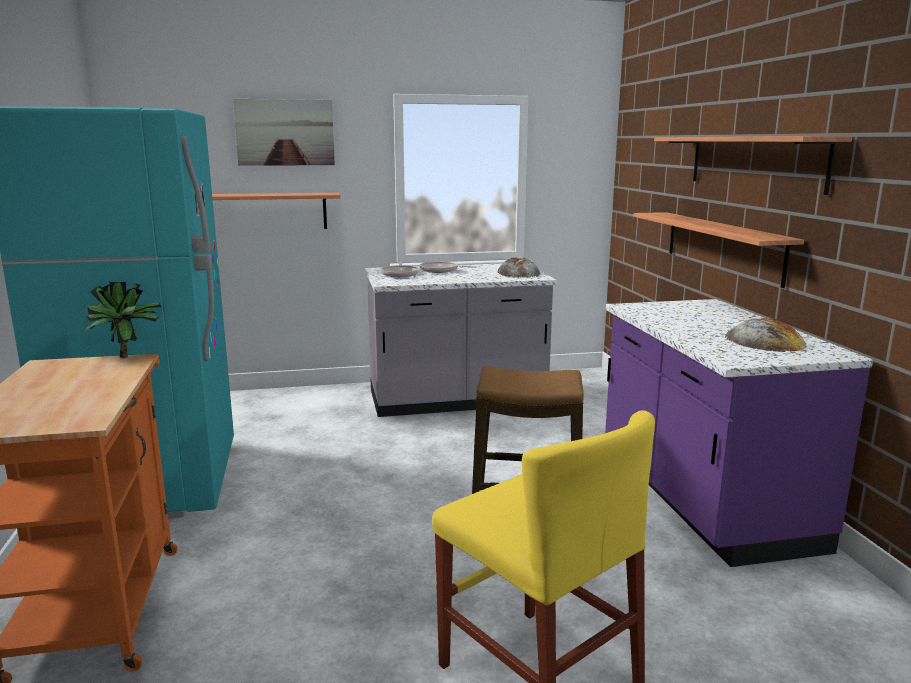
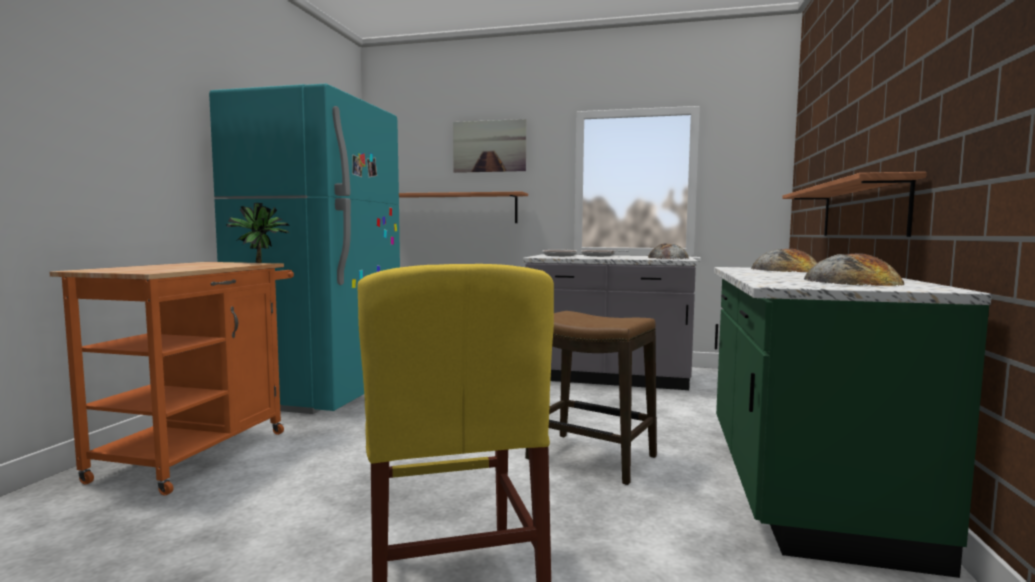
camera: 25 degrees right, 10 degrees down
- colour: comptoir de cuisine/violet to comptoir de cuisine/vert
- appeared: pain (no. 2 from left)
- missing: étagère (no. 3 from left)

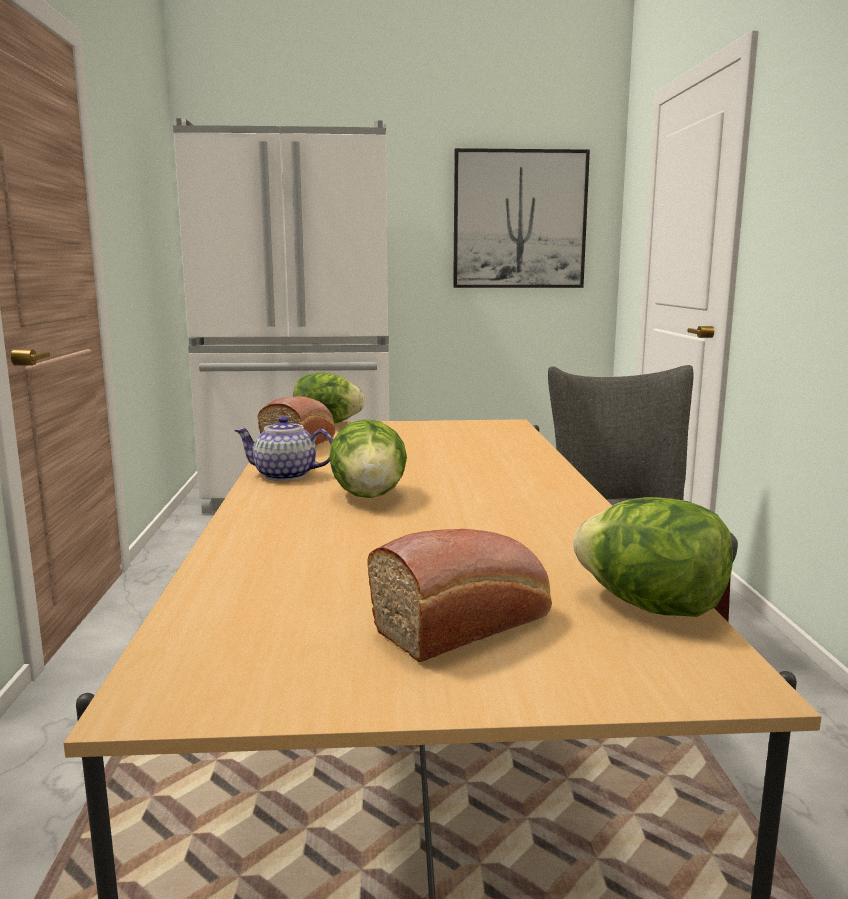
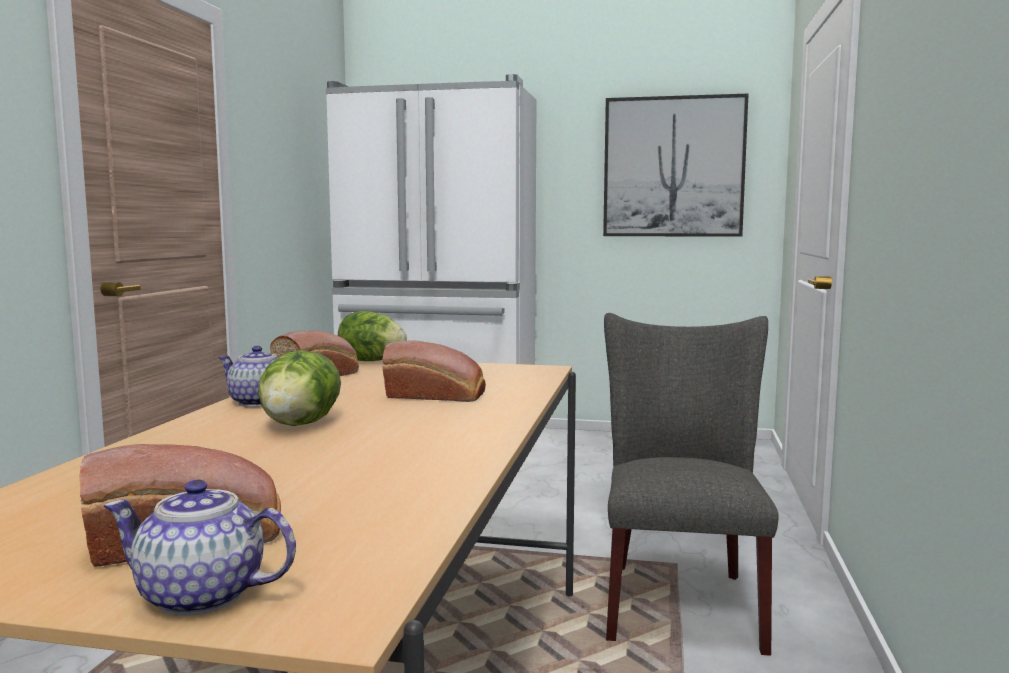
camera: 15 degrees right, 5 degrees down
- appeared: théière (no. 1 from left)
- appeared: pain (no. 3 from left)
- missing: laitue (no. 3 from left)

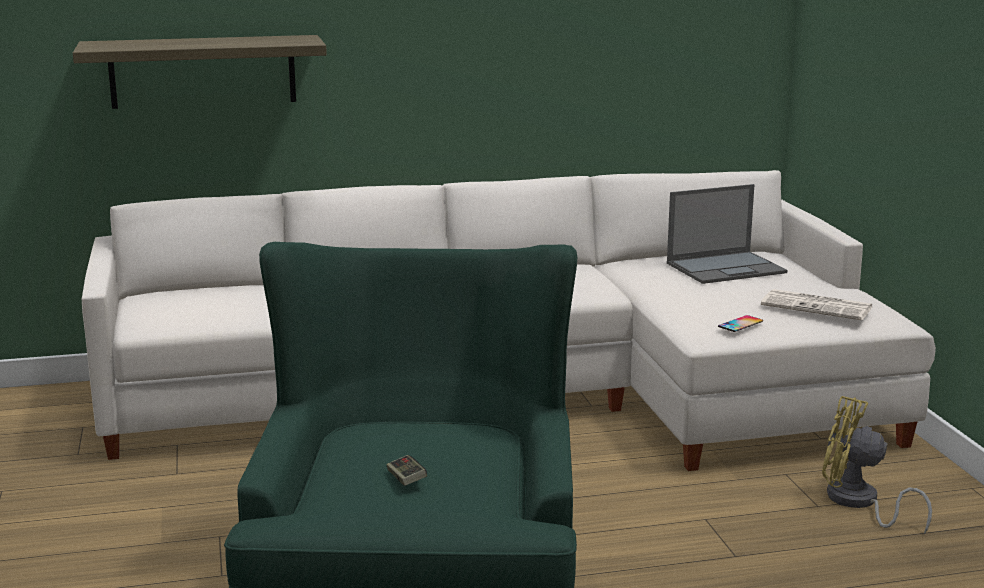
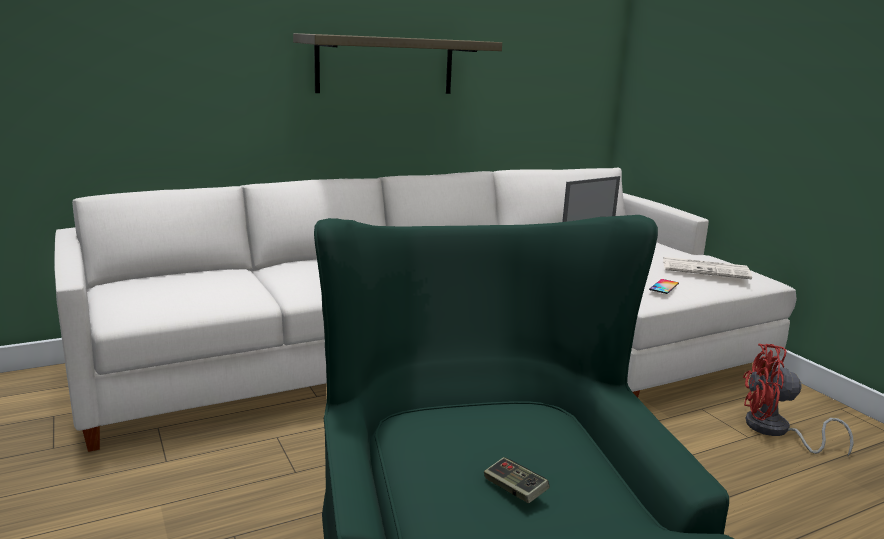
camera: 15 degrees left, 0 degrees up
- relocated: étagère
- colour: ventilateur/jaune to ventilateur/rouge

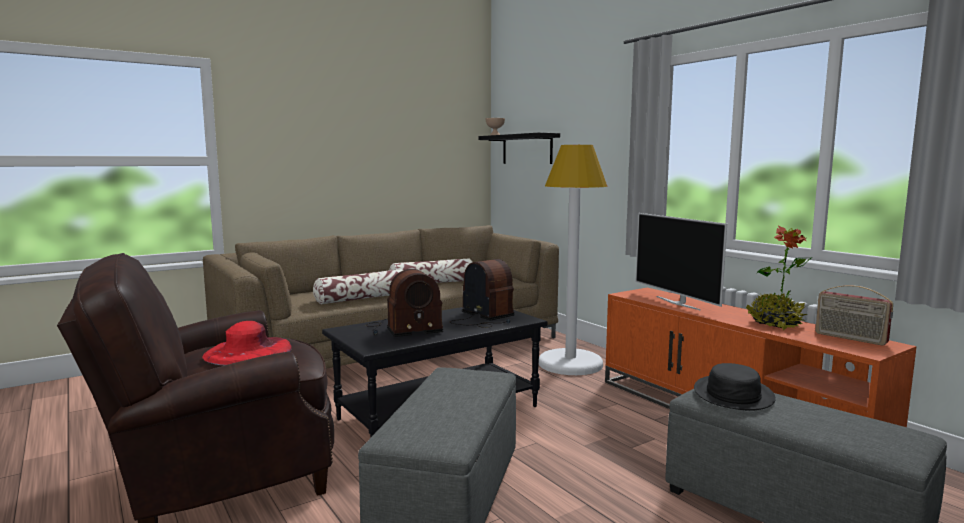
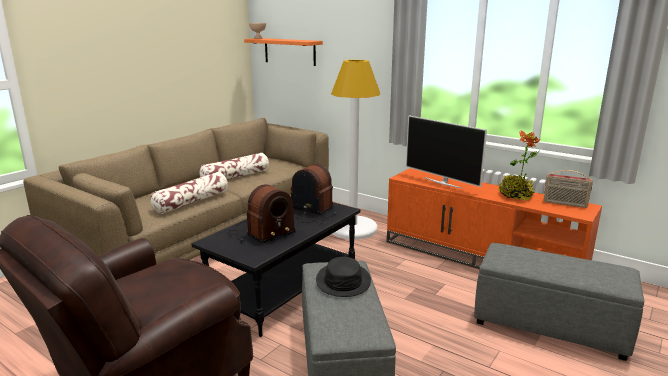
camera: 20 degrees left, 10 degrees up
- colour: étagère/noir to étagère/orange
- relocated: chapeau/noir
- missing: chapeau/rouge

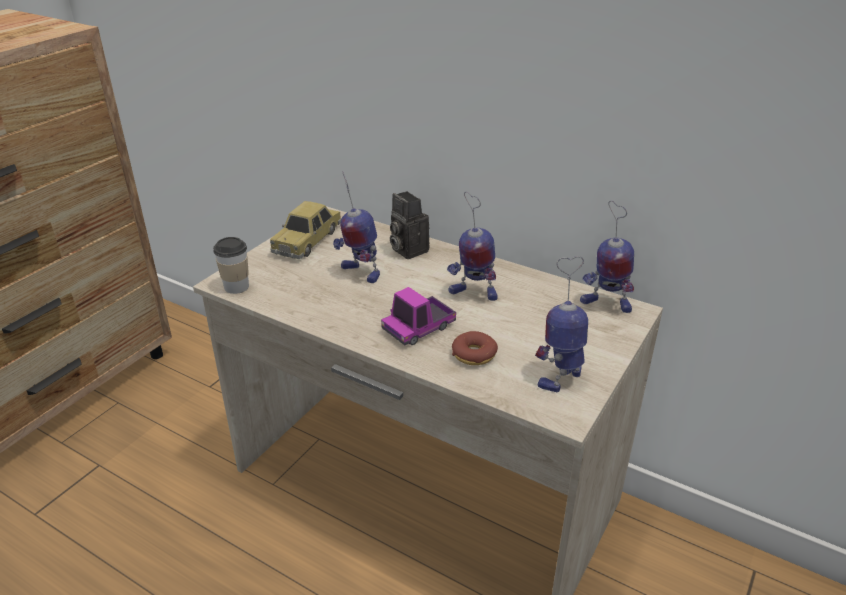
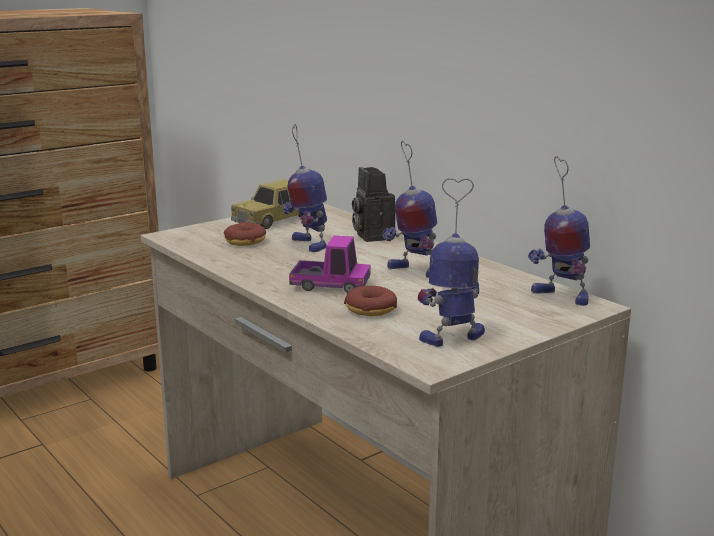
camera: 20 degrees right, 15 degrees down
- appeared: beignet (no. 1 from left)
- spun: camion jouet 150 degrees counterclockwise
- missing: tasse

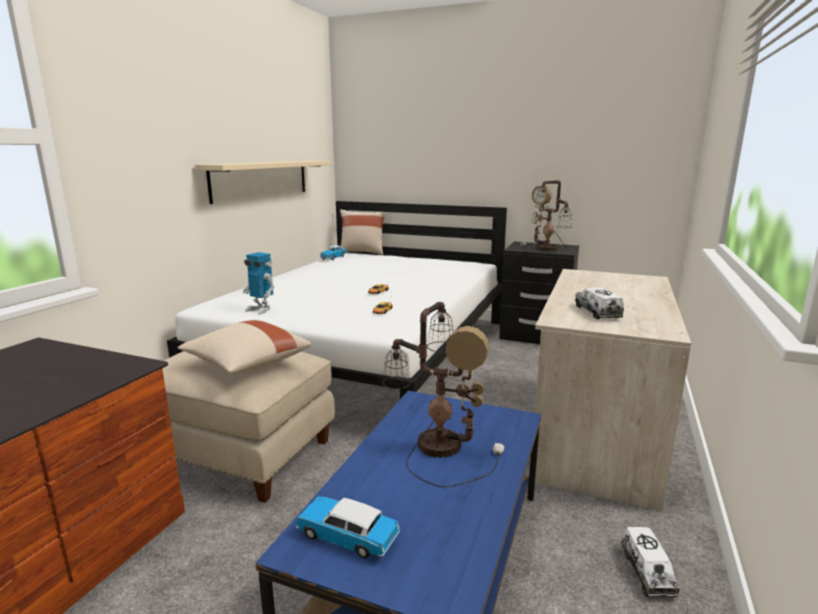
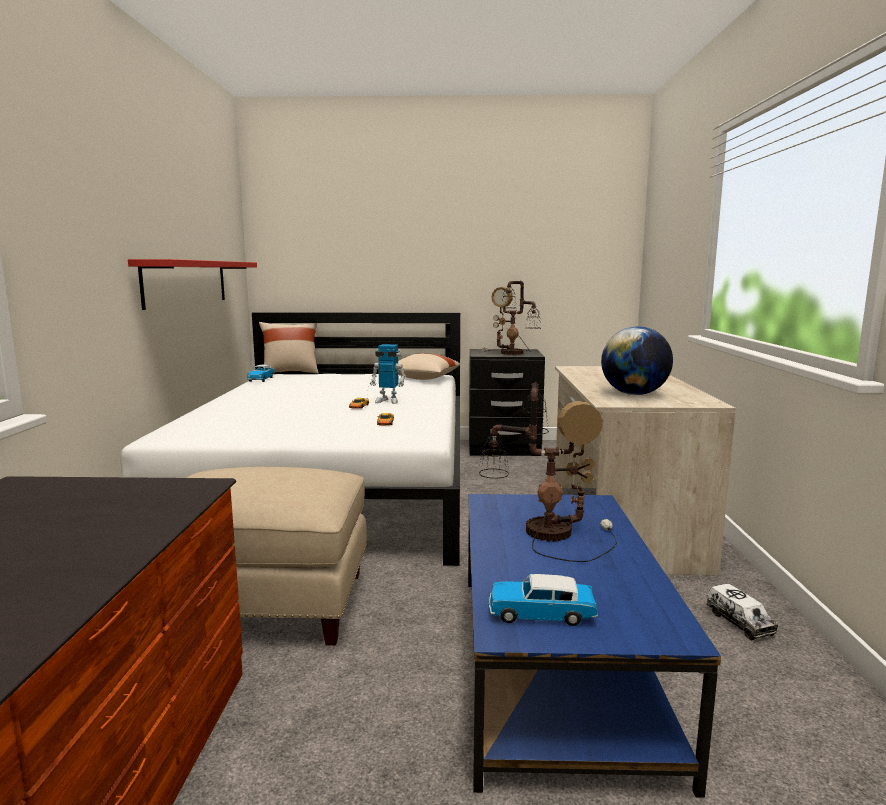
camera: 20 degrees left, 5 degrees down
- colour: étagère/beige to étagère/rouge
- relocated: robot jouet
- relocated: coussin/beige (no. 1 from left in the first image) to coussin/beige (no. 2 from left)
- exchanged: camion jouet (no. 1 from left) to globe

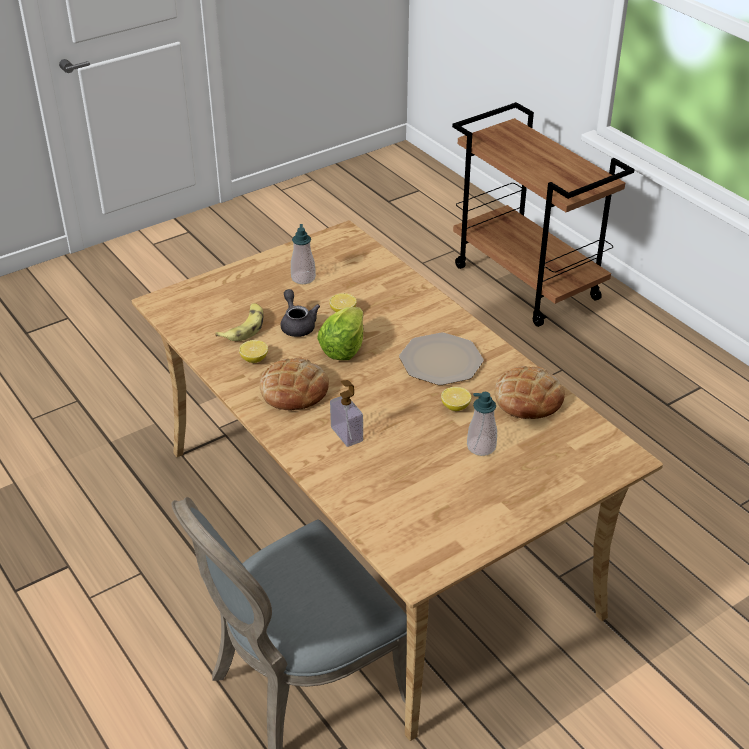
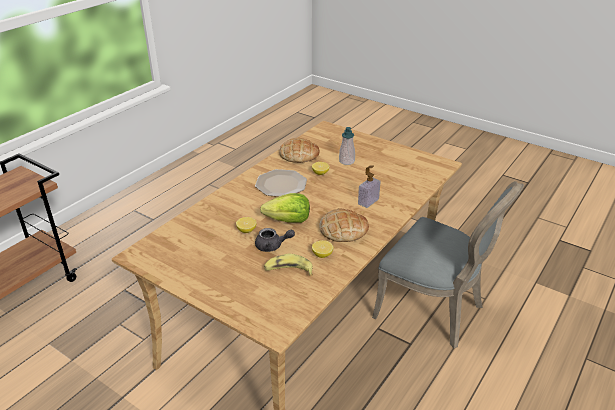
camera: 110 degrees left, 5 degrees down
- spun: théière/gris 135 degrees counterclockwise
- missing: distributeur de savon (no. 1 from left)

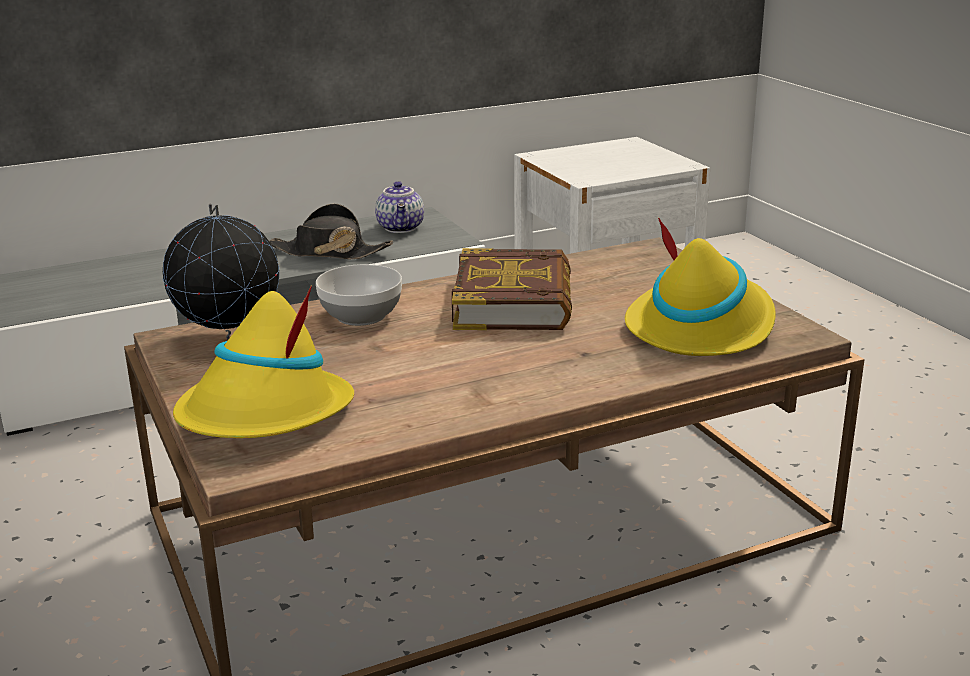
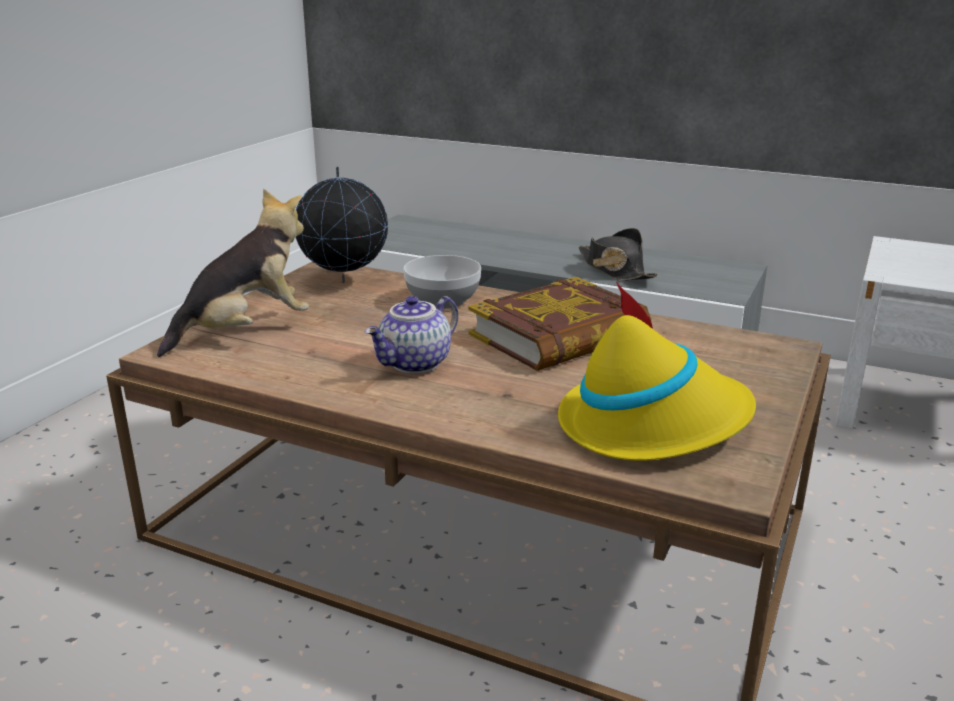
camera: 50 degrees right, 0 degrees up
- exchanged: chapeau/jaune (no. 1 from left) to peluche
- relocated: théière

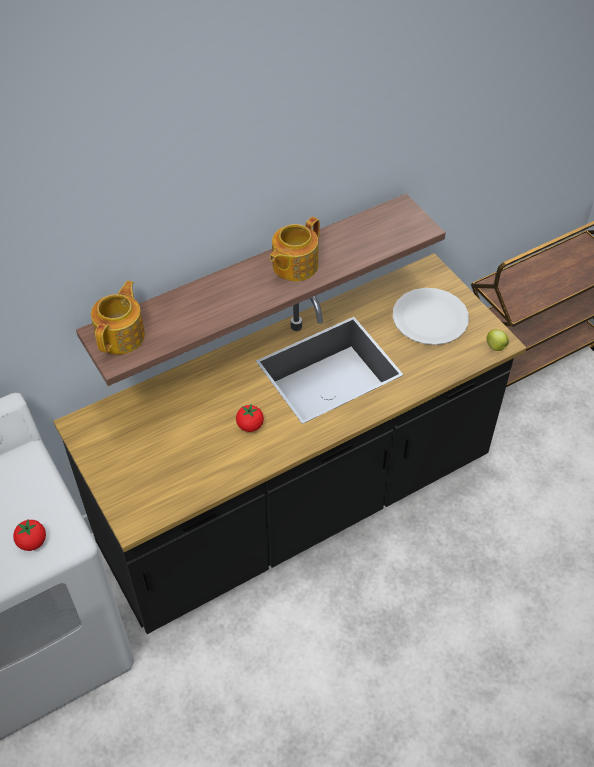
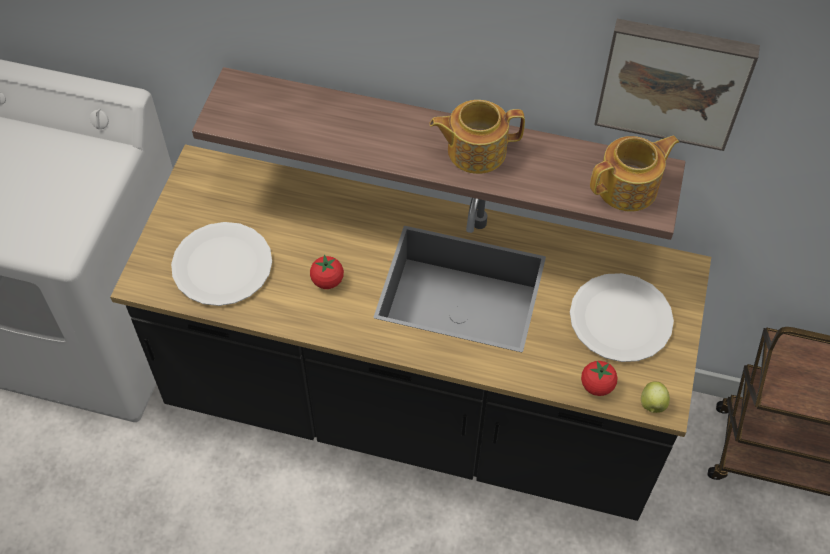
camera: 45 degrees right, 5 degrees up
- appeared: assiette/blanc (no. 1 from left)
- relocated: tomate (no. 1 from left in the first image) to tomate (no. 2 from left)
- relocated: théière (no. 1 from left in the first image) to théière (no. 2 from left)
- appeared: tableau

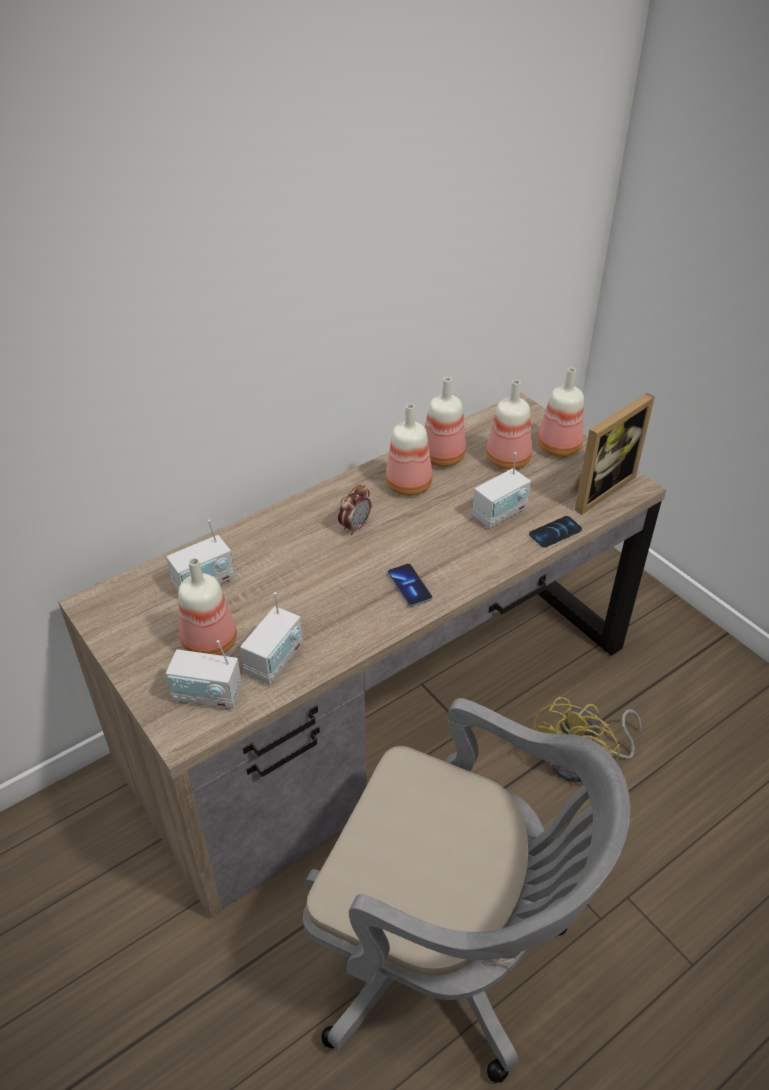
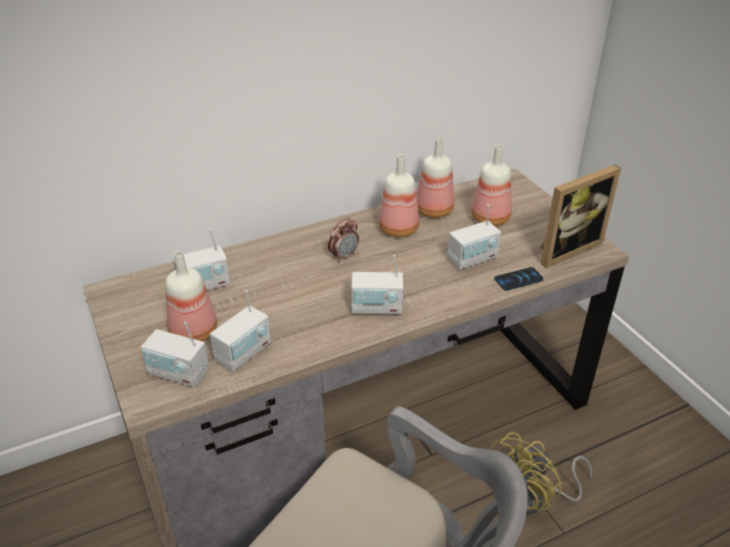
camera: 10 degrees right, 5 degrees down
- exchanged: téléphone (no. 1 from left) to radio (no. 4 from left)
- missing: bouteille (no. 5 from left)

